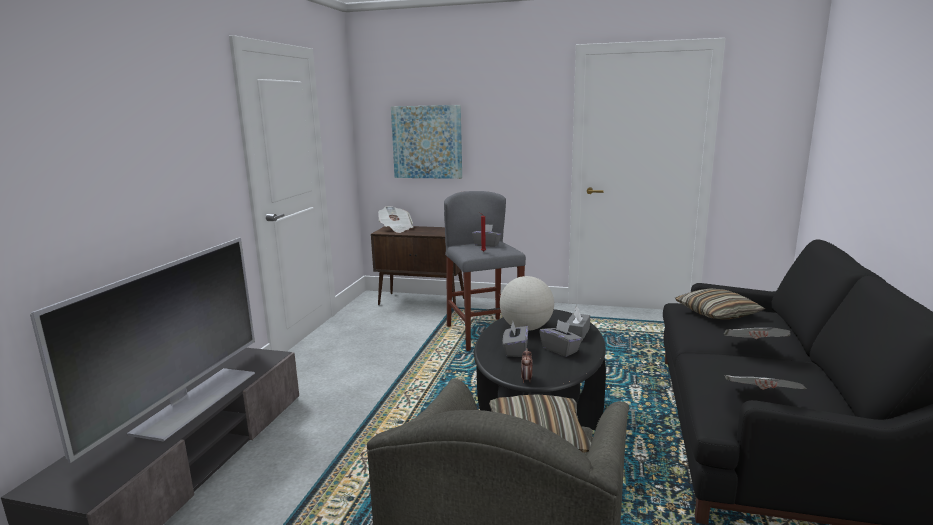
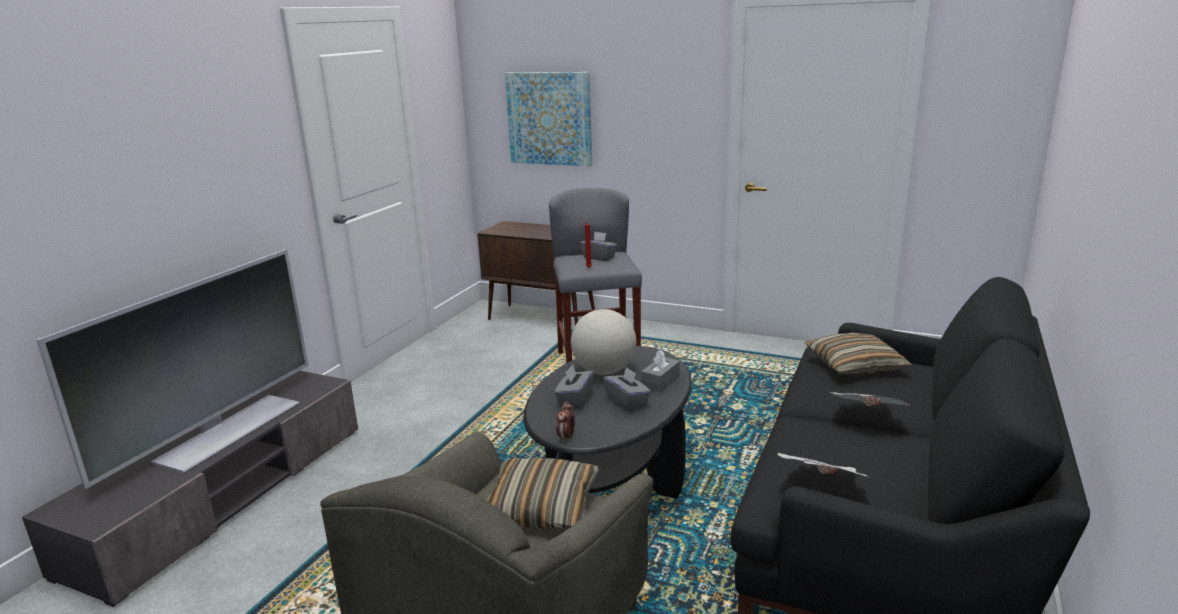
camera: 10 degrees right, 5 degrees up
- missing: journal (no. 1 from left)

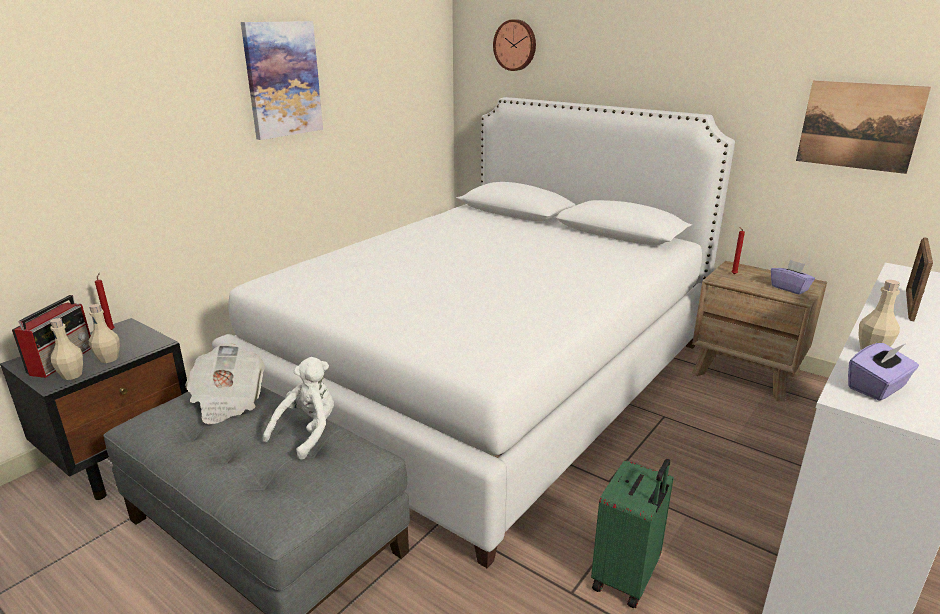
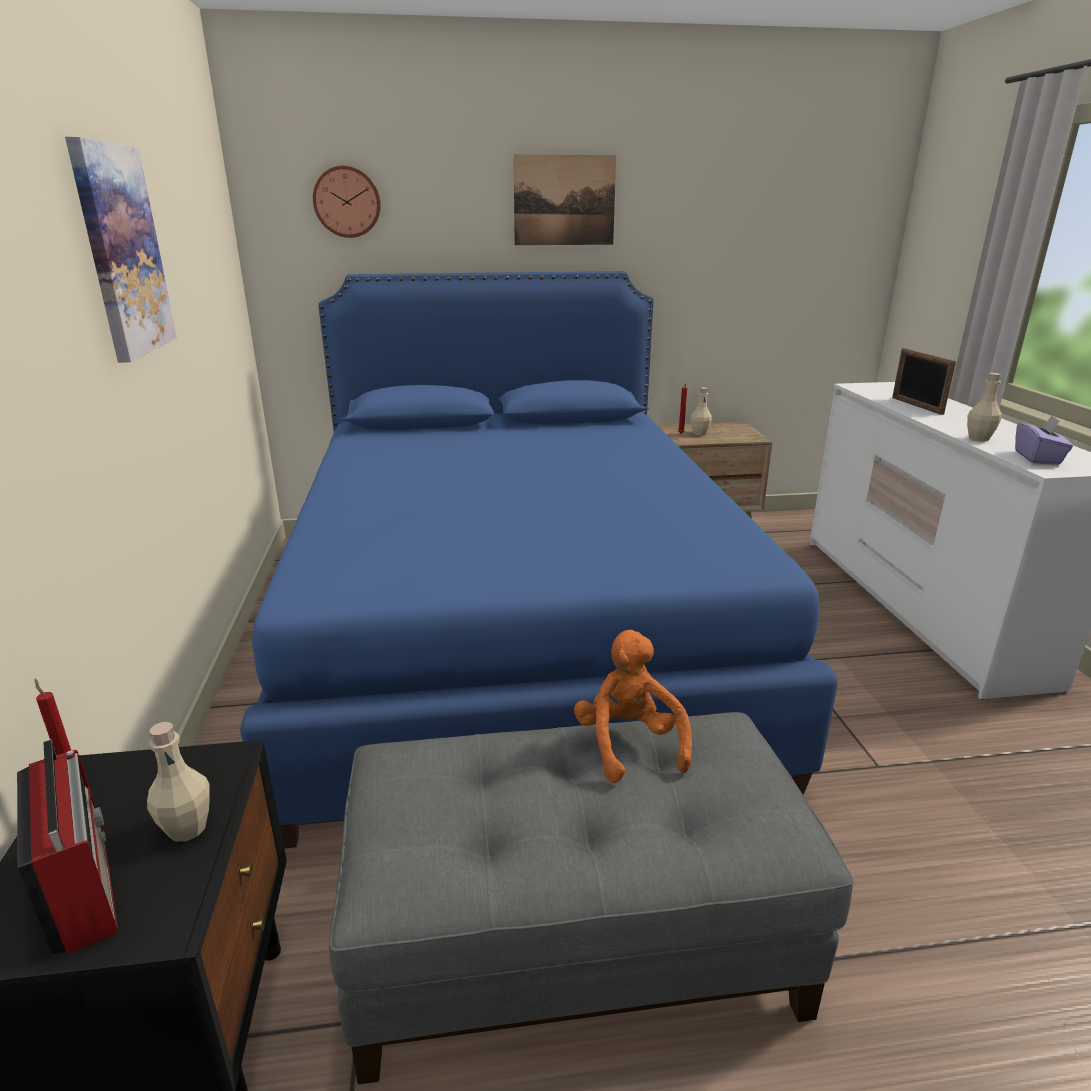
camera: 45 degrees left, 0 degrees up
- colour: lit/blanc to lit/bleu
- relocated: tableau (no. 2 from left)
- colour: peluche/blanc to peluche/orange
- relocated: bouteille/beige (no. 1 from left in the first image) to bouteille/beige (no. 2 from left)
- missing: journal
- missing: valise/vert
- missing: boîte à mouchoirs/violet (no. 1 from left)

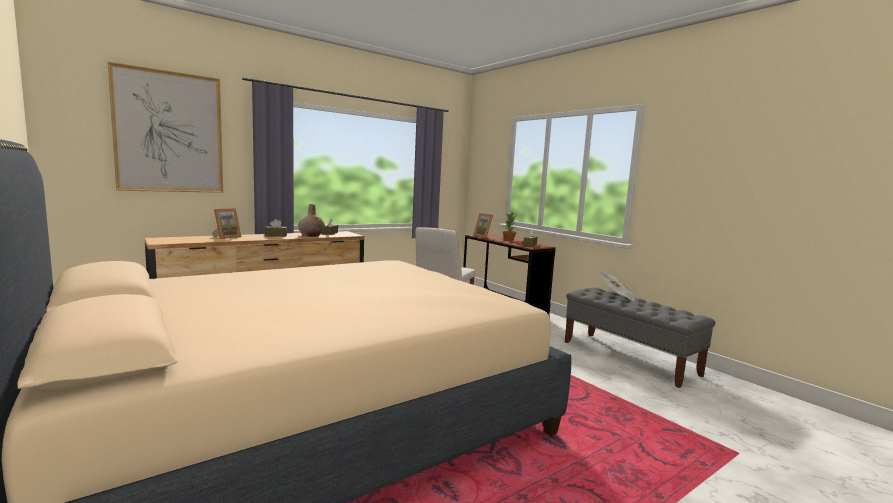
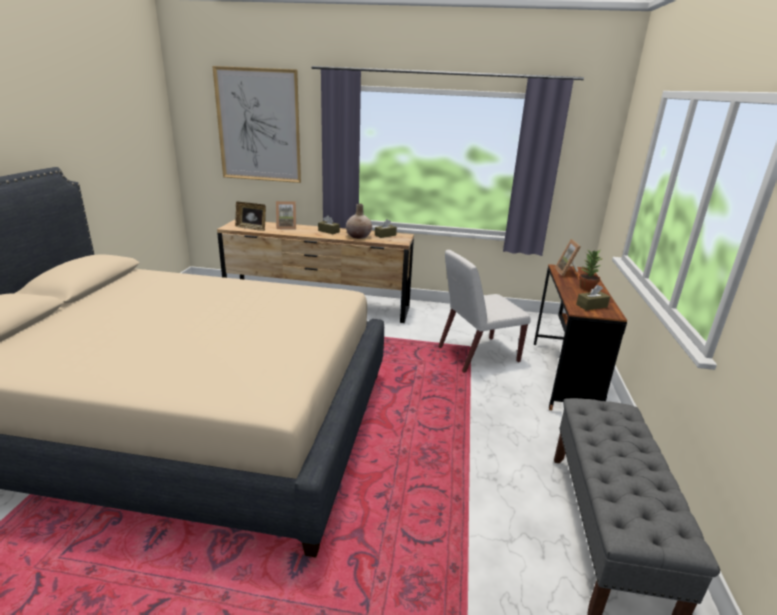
camera: 45 degrees right, 15 degrees up
- appeared: cadre photo (no. 1 from left)
- missing: journal

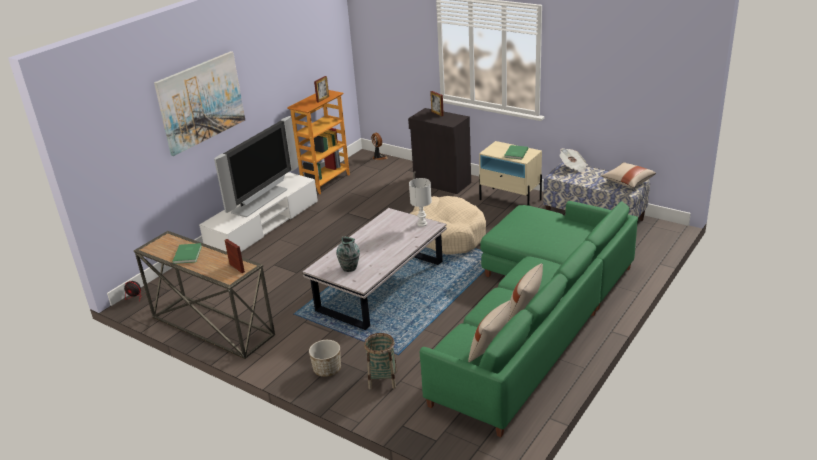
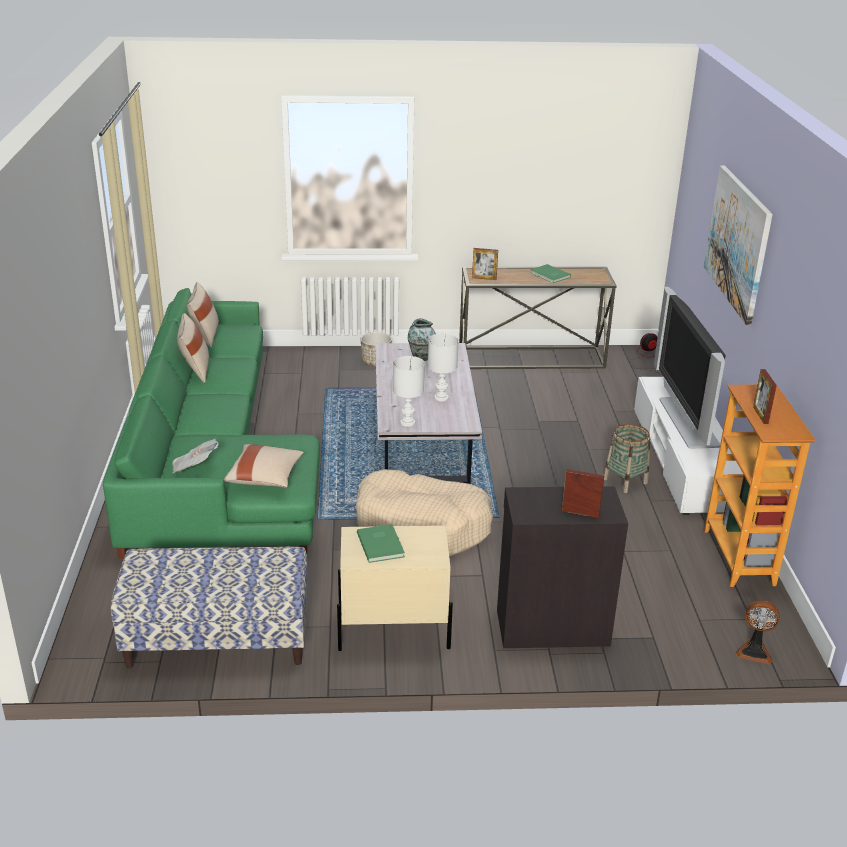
camera: 140 degrees right, 0 degrees up
- relocated: journal
- relocated: coussin/beige (no. 3 from left)
- appeared: lampe de table/blanc (no. 2 from left)
- relocated: panier

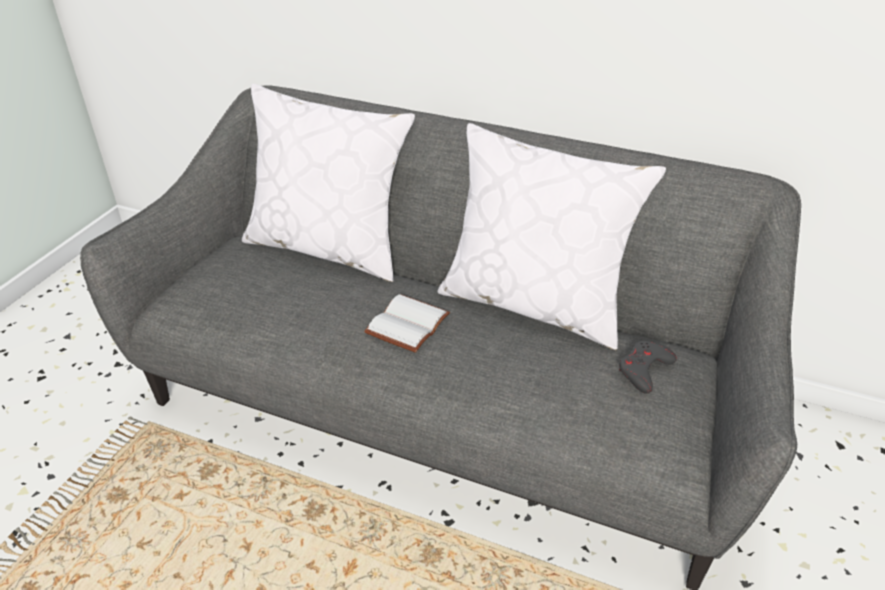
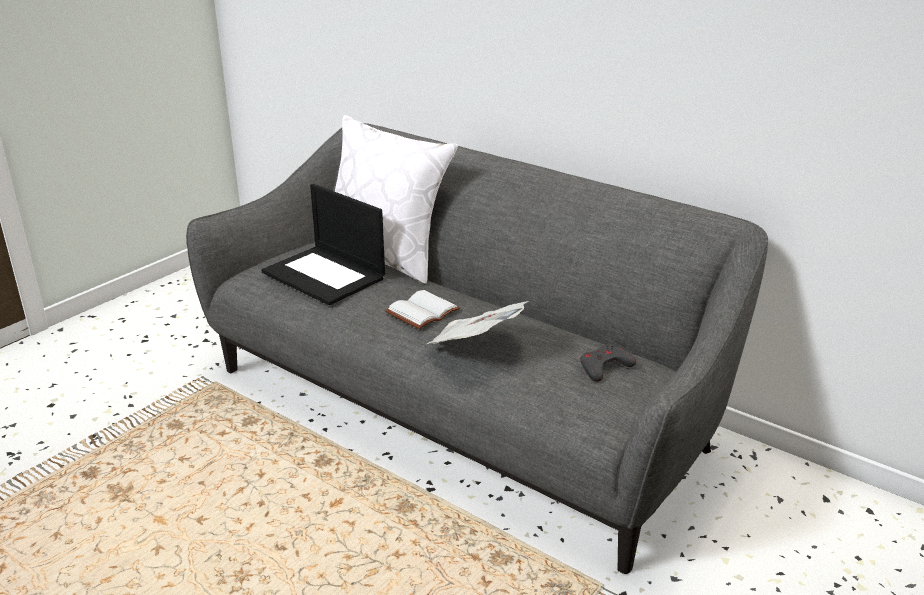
camera: 15 degrees right, 10 degrees down
- appeared: ordinateur portable
- appeared: journal
- missing: coussin/blanc (no. 2 from left)

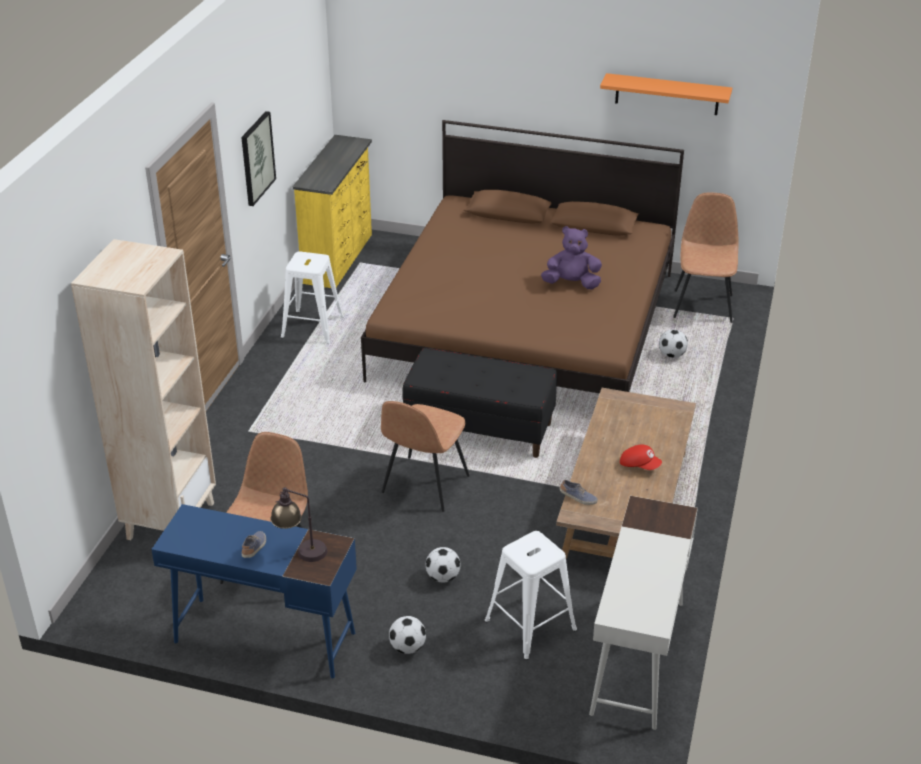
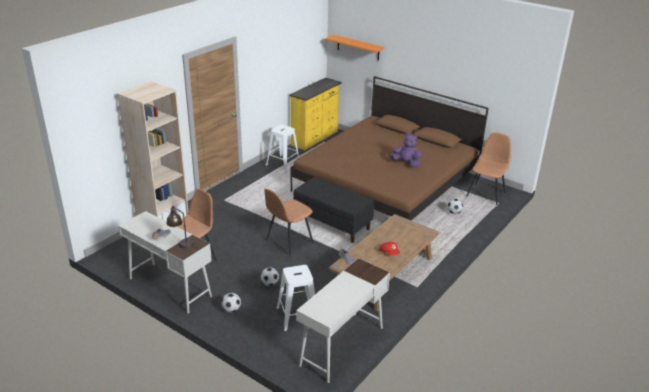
camera: 20 degrees right, 5 degrees down
- colour: bureau/bleu to bureau/blanc (no. 1 from left)
- relocated: étagère/orange
- missing: tableau

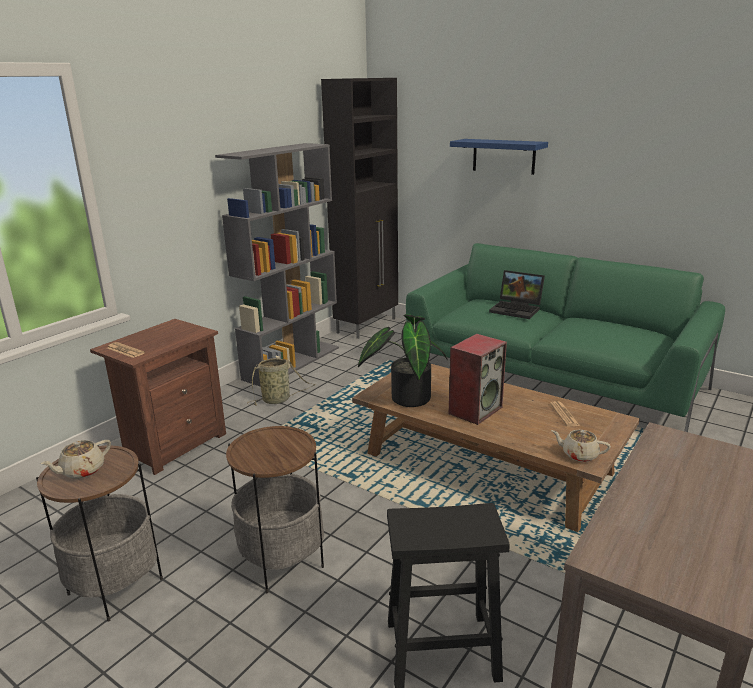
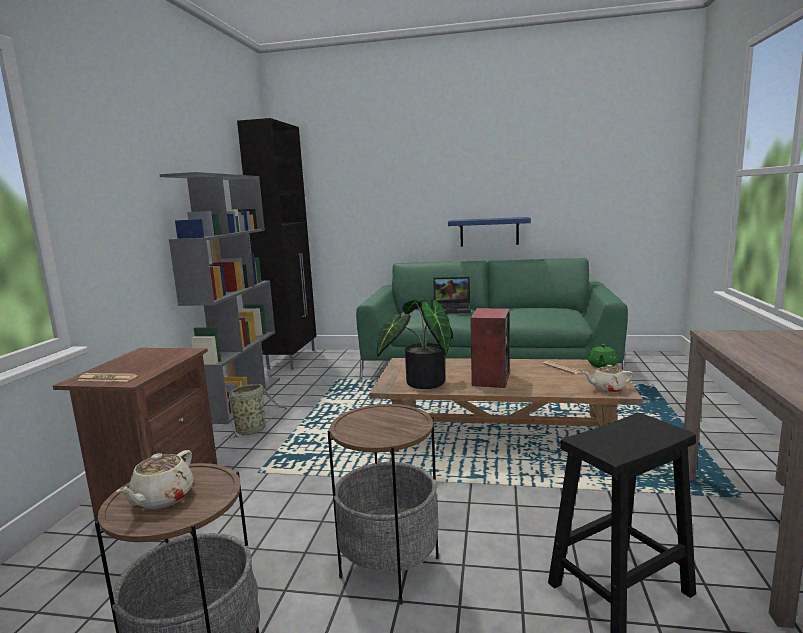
camera: 25 degrees left, 10 degrees down
- relocated: étagère/bleu
- appeared: théière/vert

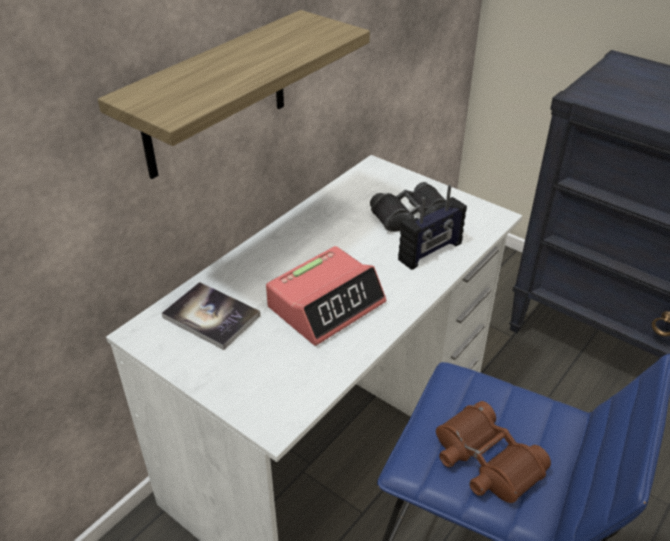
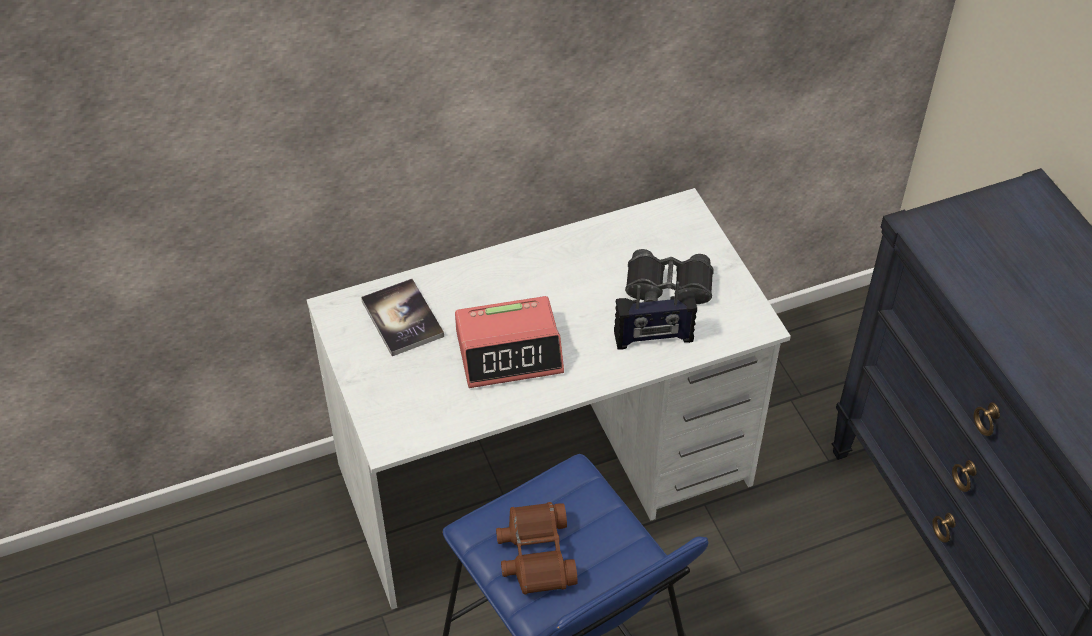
camera: 30 degrees right, 10 degrees up
- missing: étagère

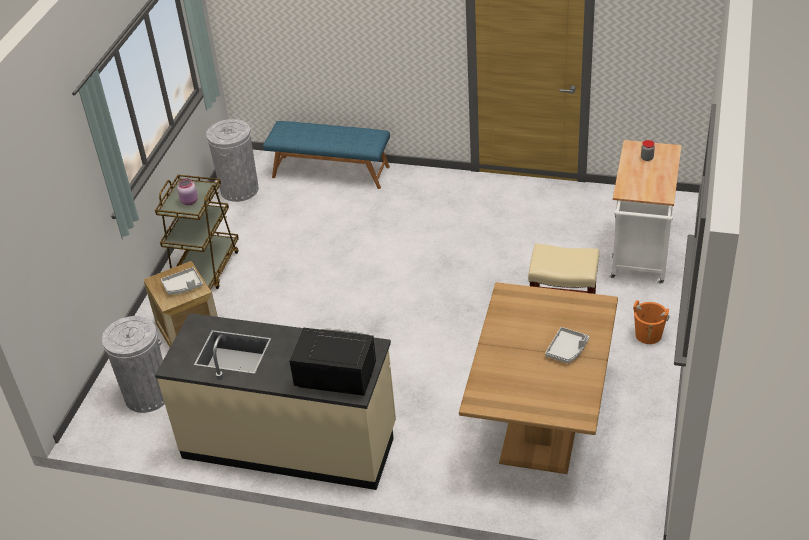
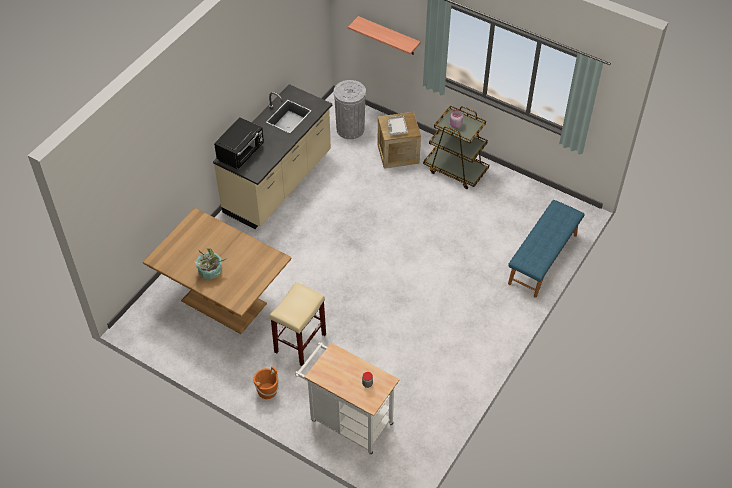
camera: 105 degrees right, 10 degrees up
- exchanged: plateau/gris (no. 2 from left) to plante en pot
- appeared: étagère
- missing: poubelle/gris (no. 2 from left)

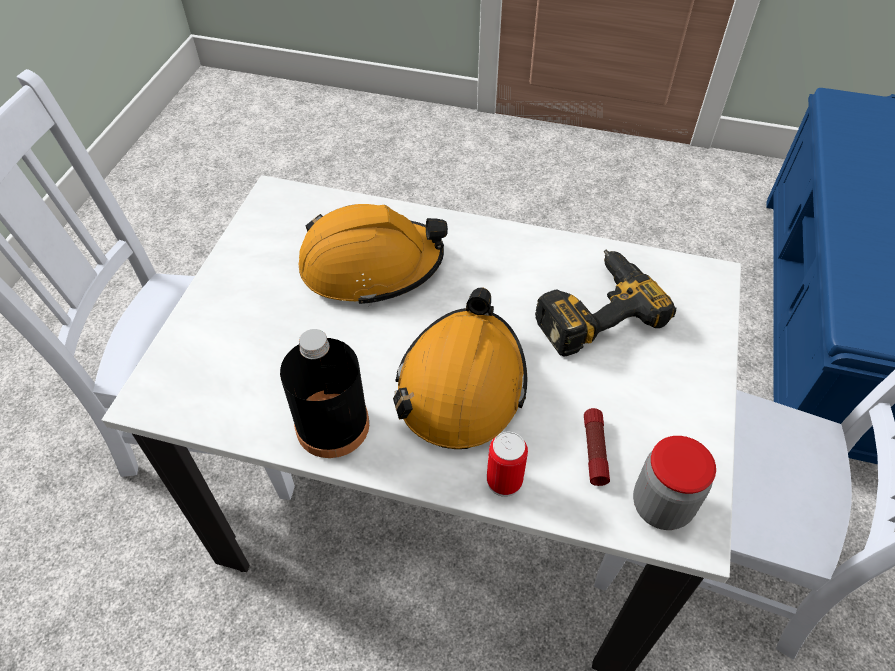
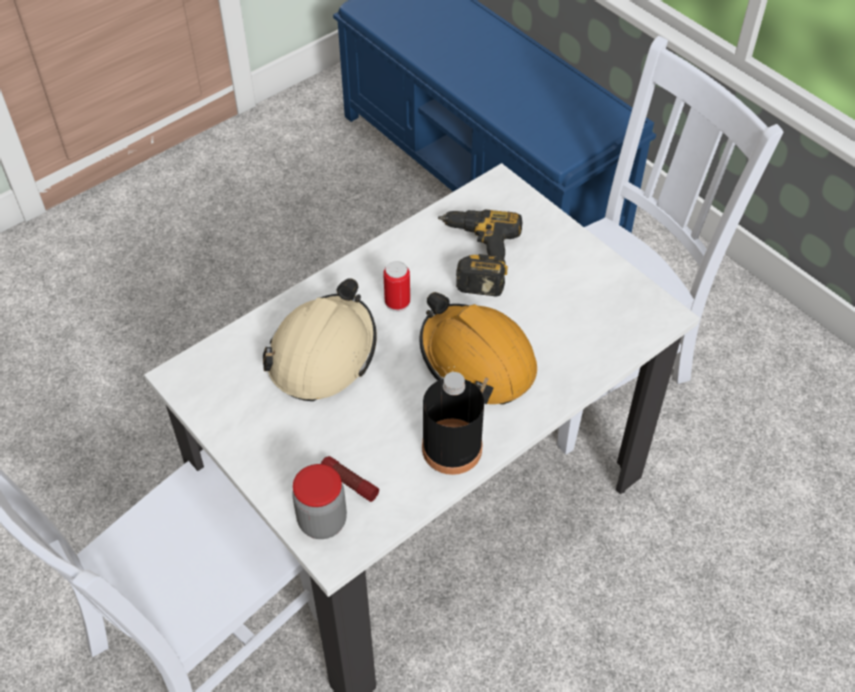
camera: 55 degrees left, 0 degrees up
- colour: casque de chantier/orange (no. 1 from left) to casque de chantier/beige
- relocated: bocal
- relocated: lampe de poche
- relocated: boîte métallique

